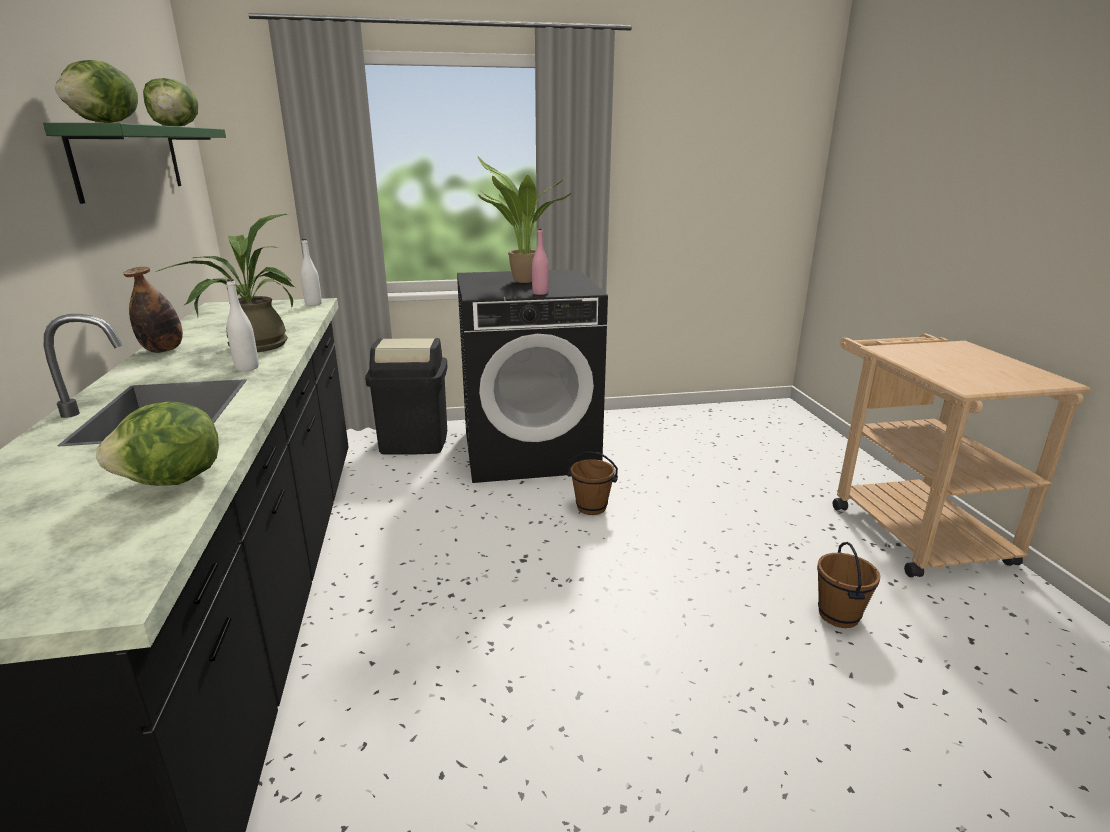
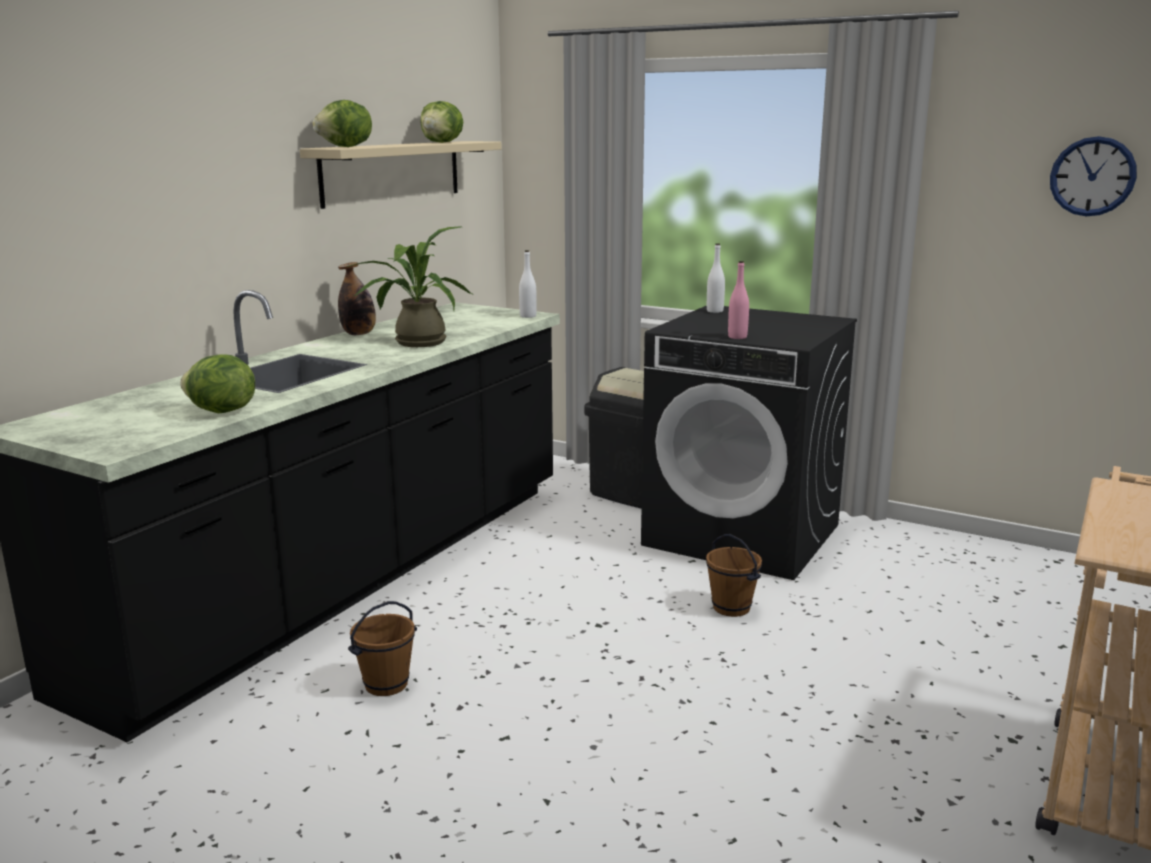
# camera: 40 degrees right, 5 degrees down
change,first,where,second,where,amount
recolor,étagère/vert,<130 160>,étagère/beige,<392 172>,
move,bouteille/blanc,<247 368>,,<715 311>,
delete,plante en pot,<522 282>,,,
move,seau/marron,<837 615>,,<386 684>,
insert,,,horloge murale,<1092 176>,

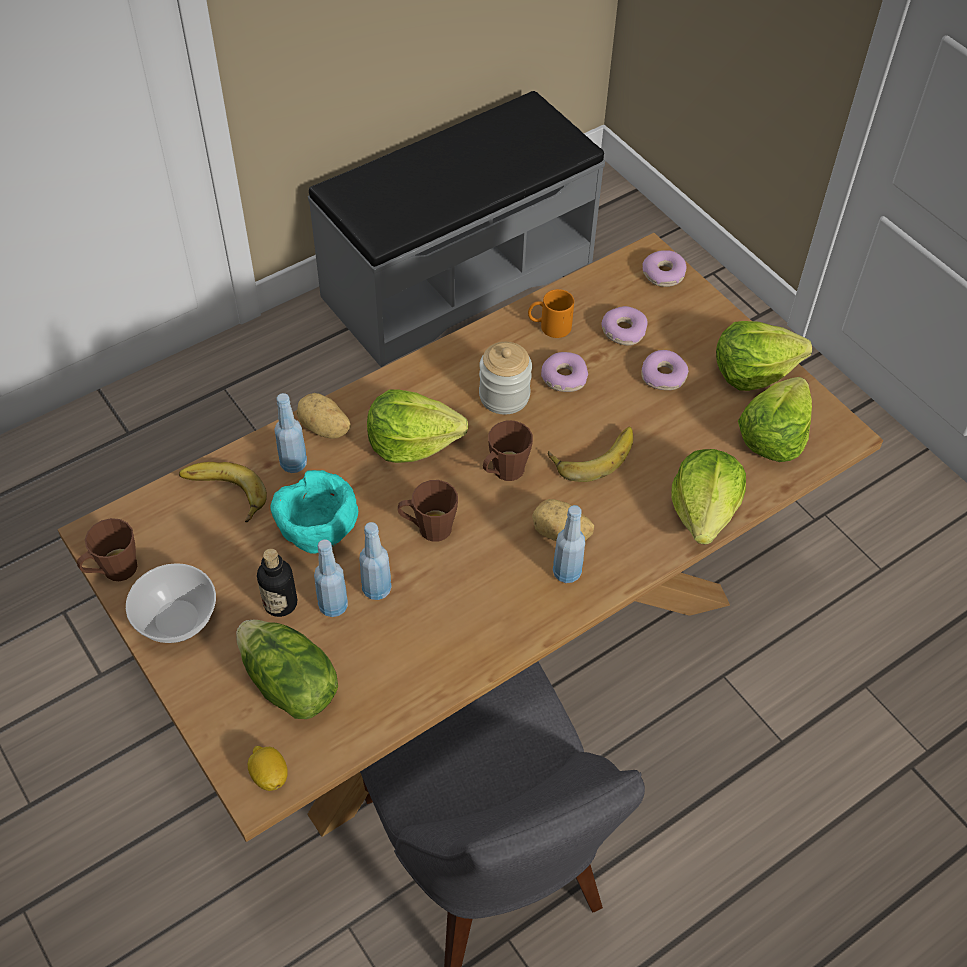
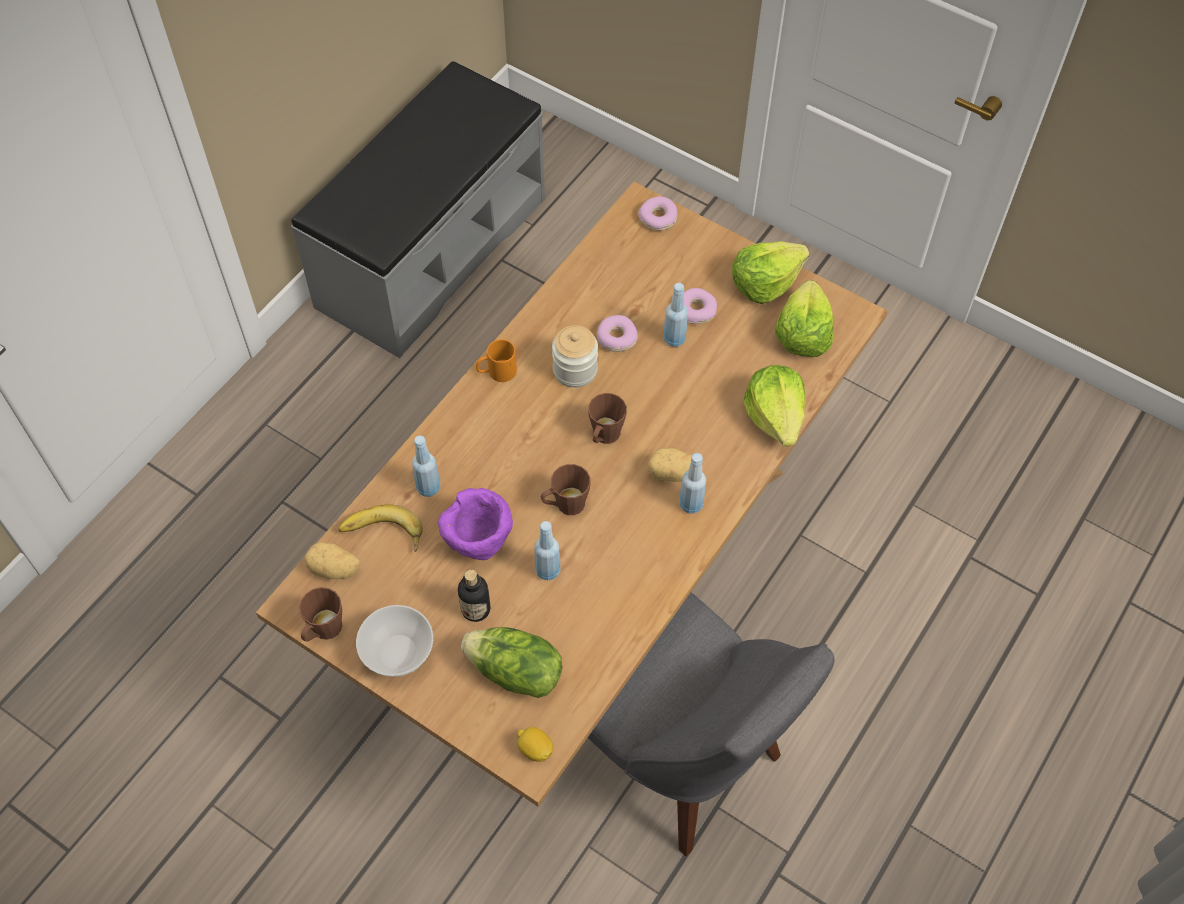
# camera: 20 degrees left, 5 degrees up
change,first,where,second,where,amount
recolor,bol/turquoise,<317 535>,bol/violet,<478 541>,
move,pomme de terre,<324 429>,,<334 570>,
move,bouteille/bleu,<333 606>,,<674 339>,
delete,laitue,<412 442>,,,
move,mug/orange,<549 327>,,<496 372>,
delete,banane,<592 454>,,,
delete,beignet,<623 331>,,,

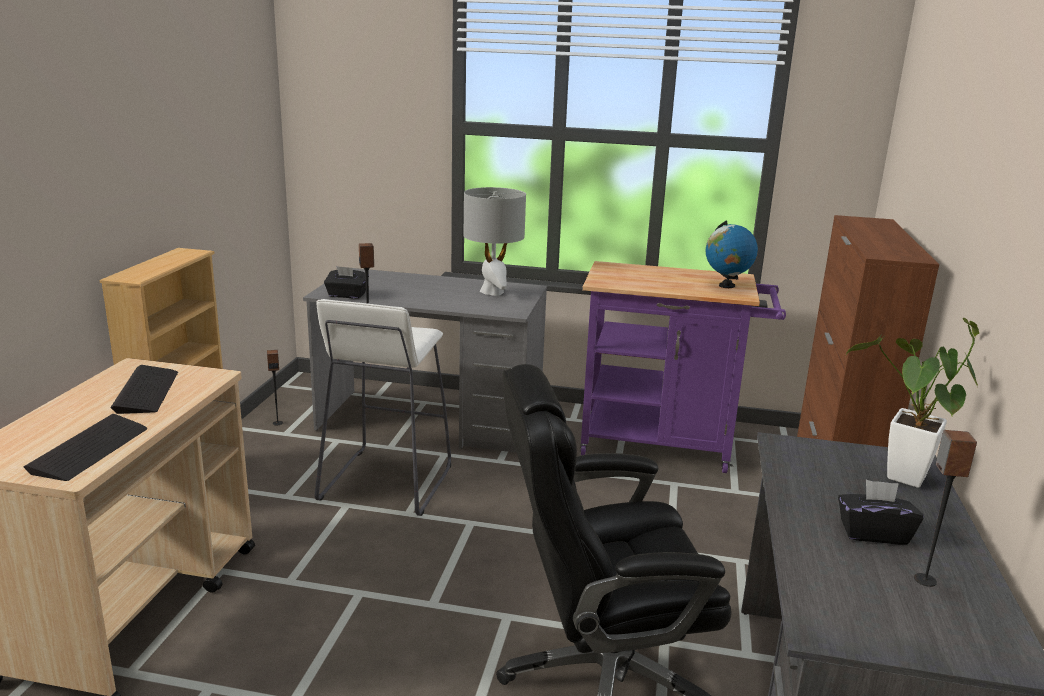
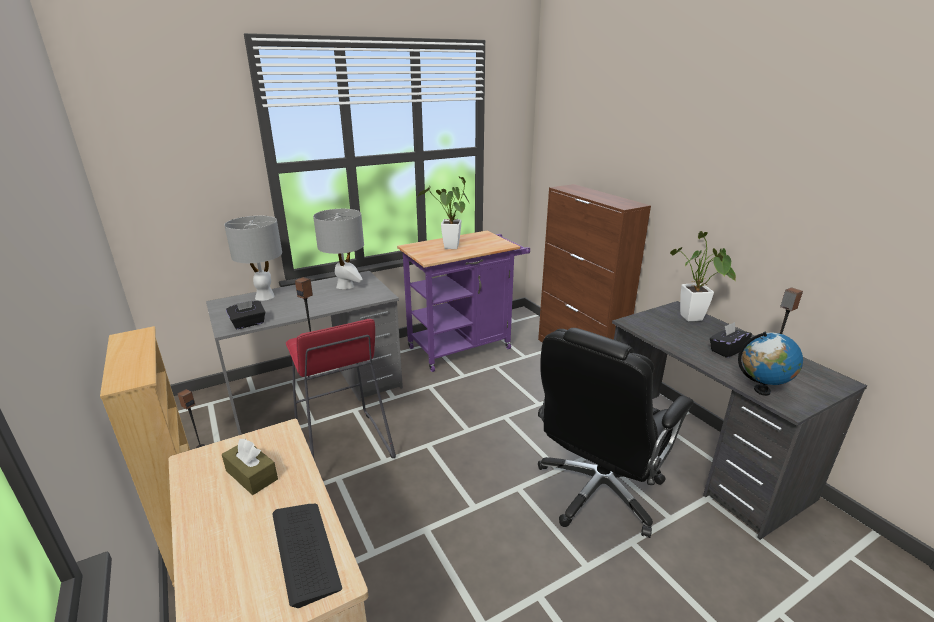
# camera: 40 degrees left, 5 degrees up
change,first,where,second,where,amount
replace,clavier,<146 391>,boîte à mouchoirs/marron,<251 475>,
recolor,tabouret/blanc,<385 482>,tabouret/rouge,<343 448>,
move,globe,<726 286>,,<761 391>,
insert,,,lampe de table/gris,<265 296>,
insert,,,plante en pot,<450 248>,

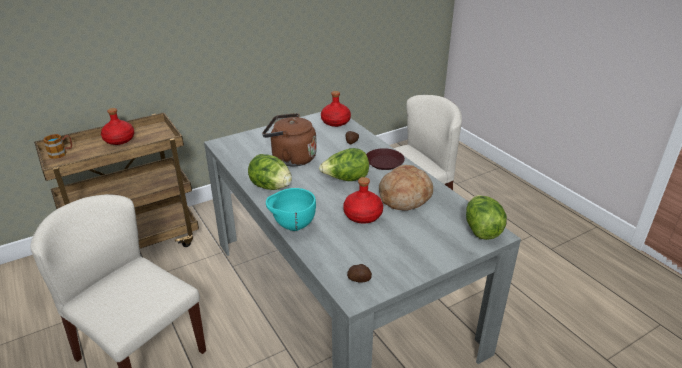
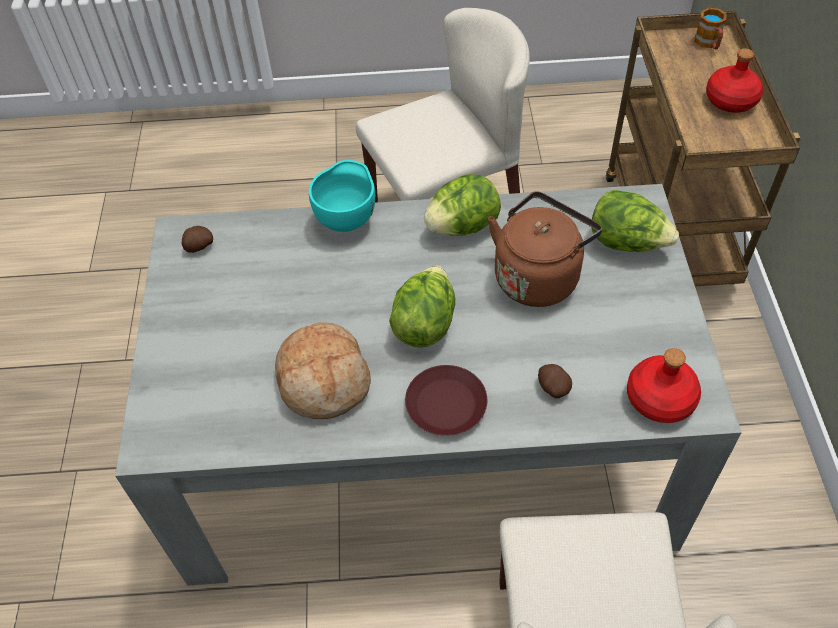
# camera: 120 degrees right, 20 degrees up
change,first,where,second,where,amount
delete,bouteille/rouge,<362 215>,,,
move,laitue,<481 230>,,<627 242>,

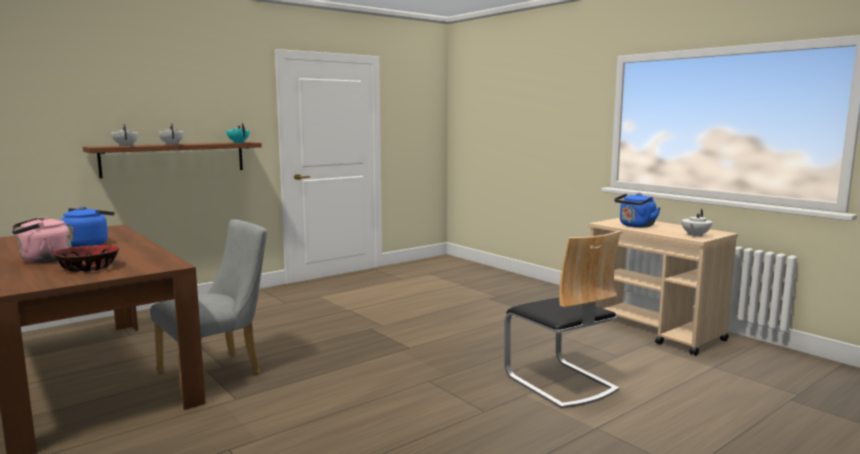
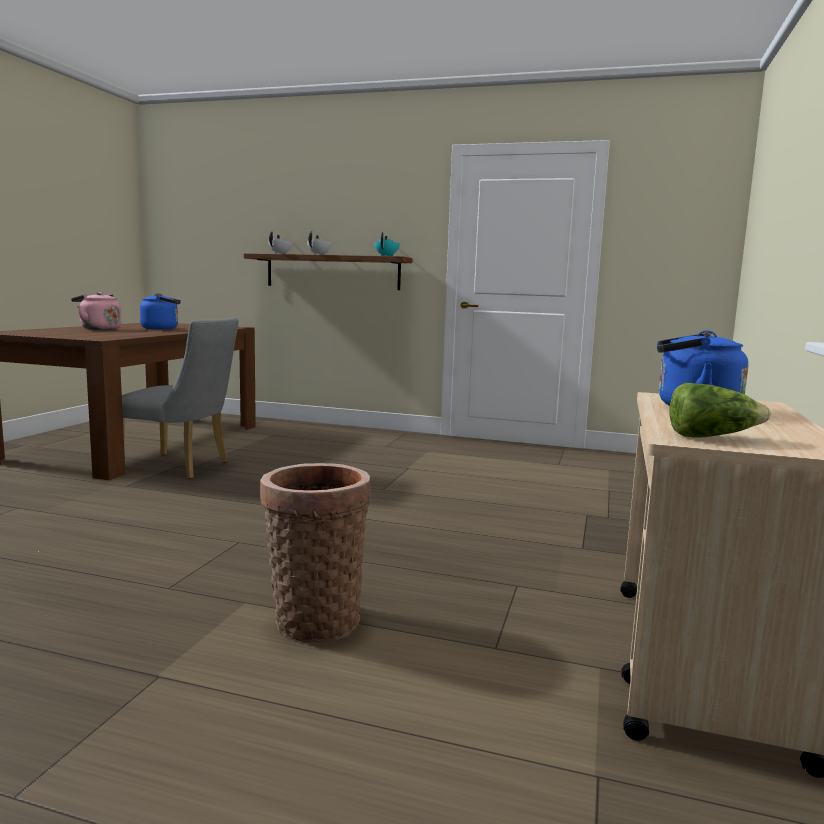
# camera: 55 degrees right, 0 degrees up
change,first,where,second,where,amount
delete,bol,<89 268>,,,
replace,chaise,<560 382>,panier,<315 618>,
replace,théière/blanc,<695 235>,laitue,<711 437>,

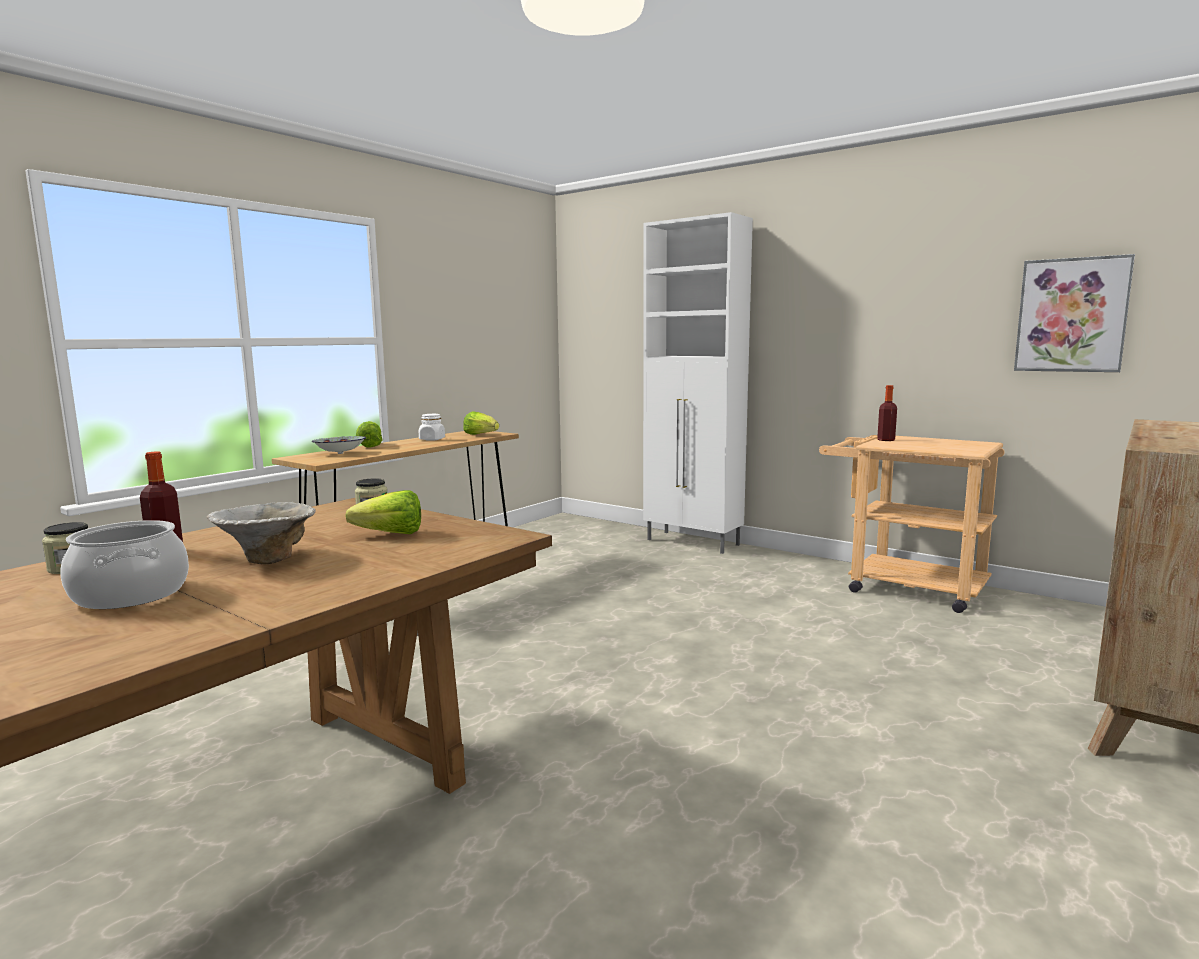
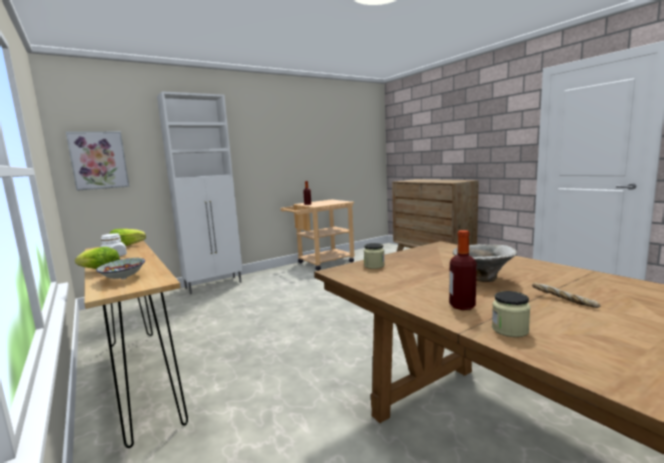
# camera: 70 degrees left, 0 degrees up
change,first,where,second,where,amount
replace,marmite,<131 594>,pain,<563 301>,
delete,laitue,<384 535>,,,
move,tableau,<1071 315>,,<98 160>,

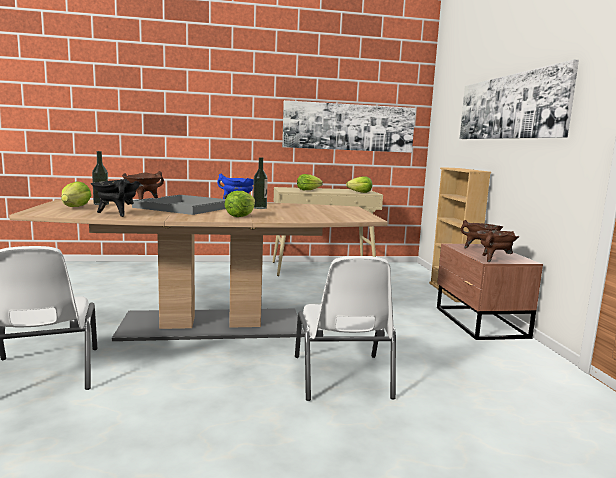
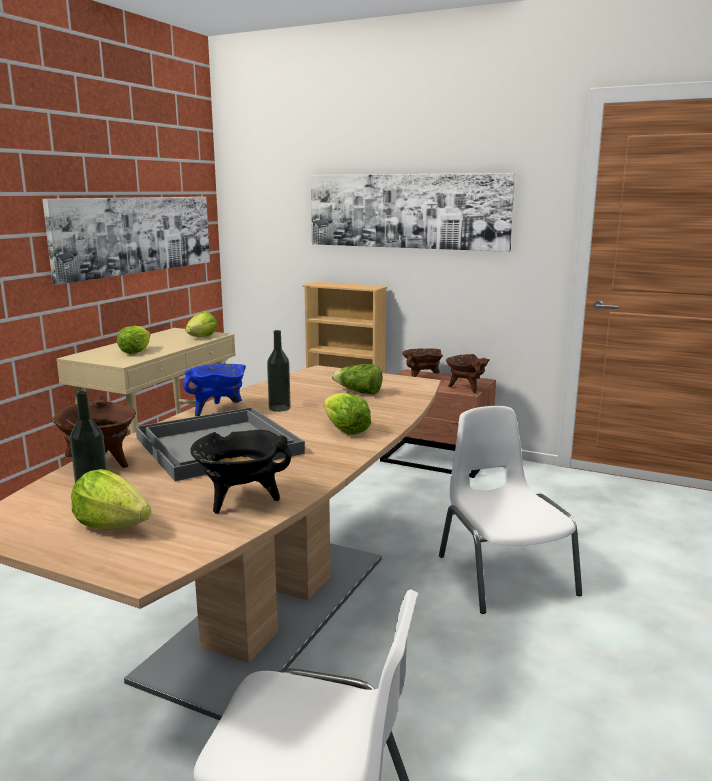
# camera: 55 degrees left, 5 degrees up
change,first,where,second,where,amount
rotate,chaise/blanc,<342 377>,,<504 574>,135 degrees counterclockwise
insert,,,laitue,<358 392>,

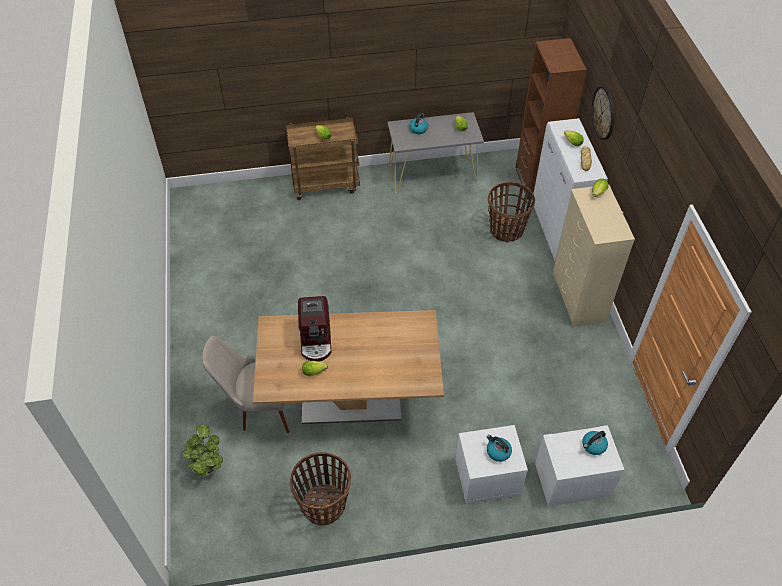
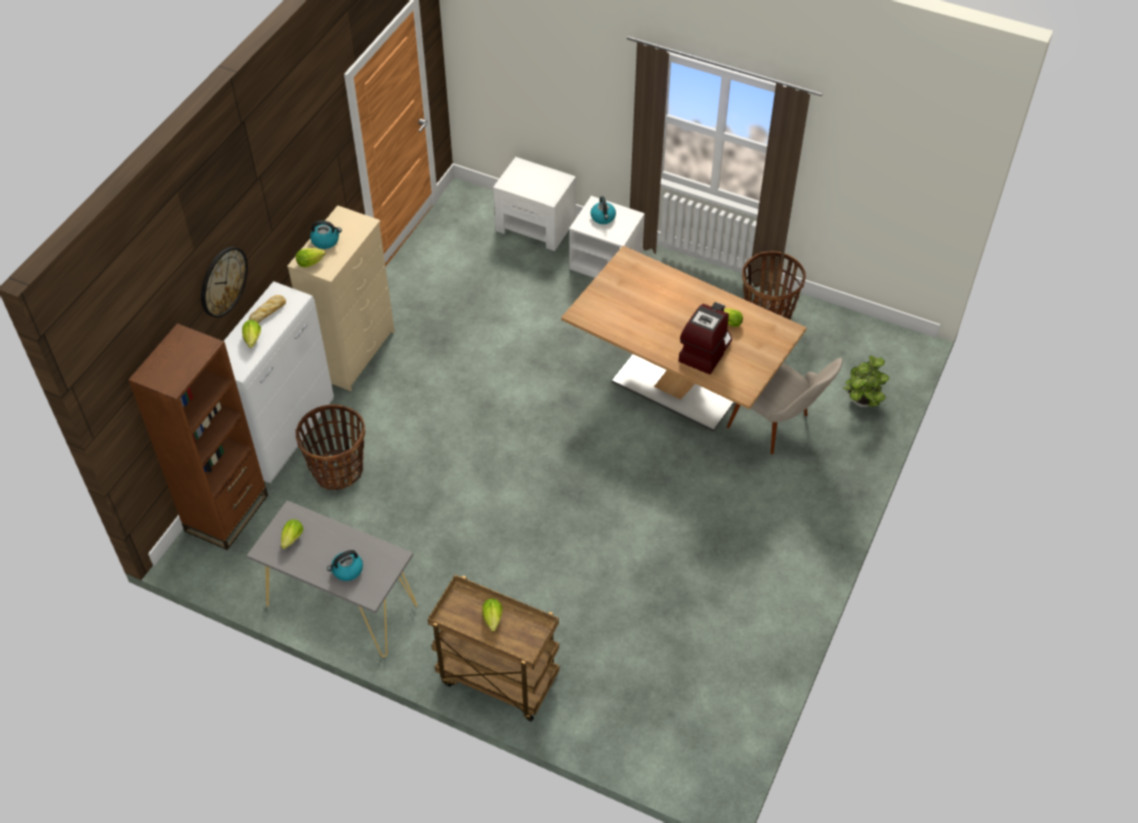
# camera: 145 degrees left, 0 degrees up
change,first,where,second,where,amount
move,bouilloire,<593 446>,,<326 241>,

